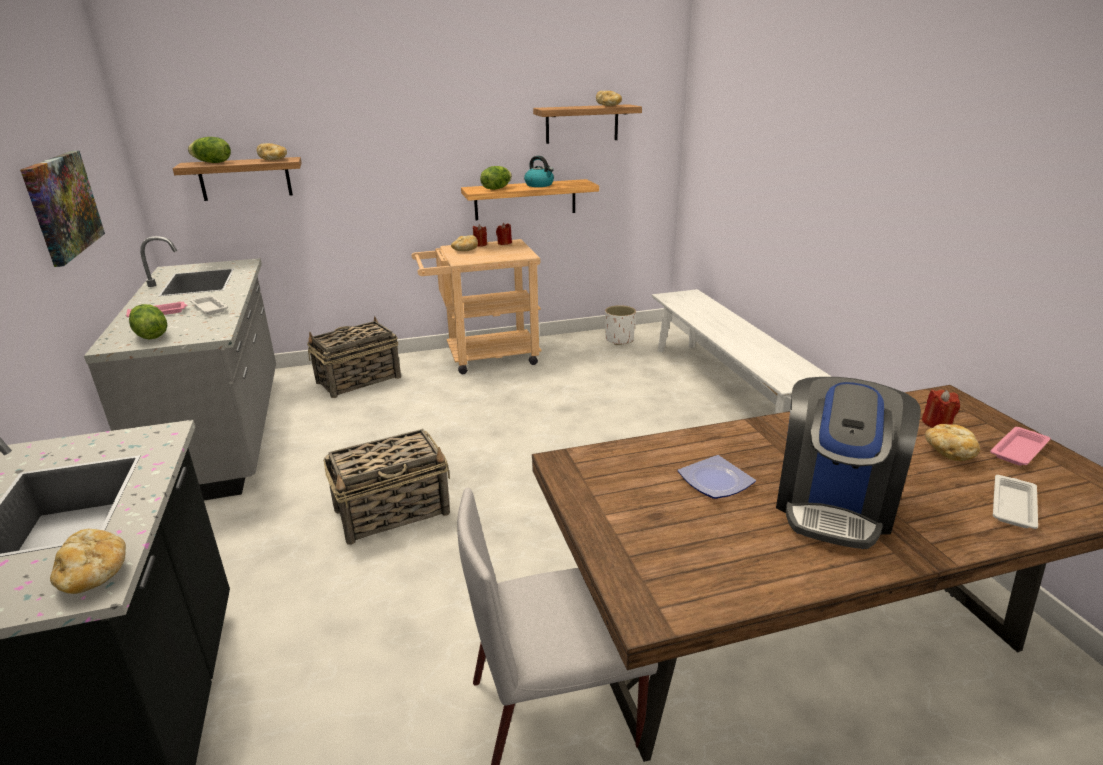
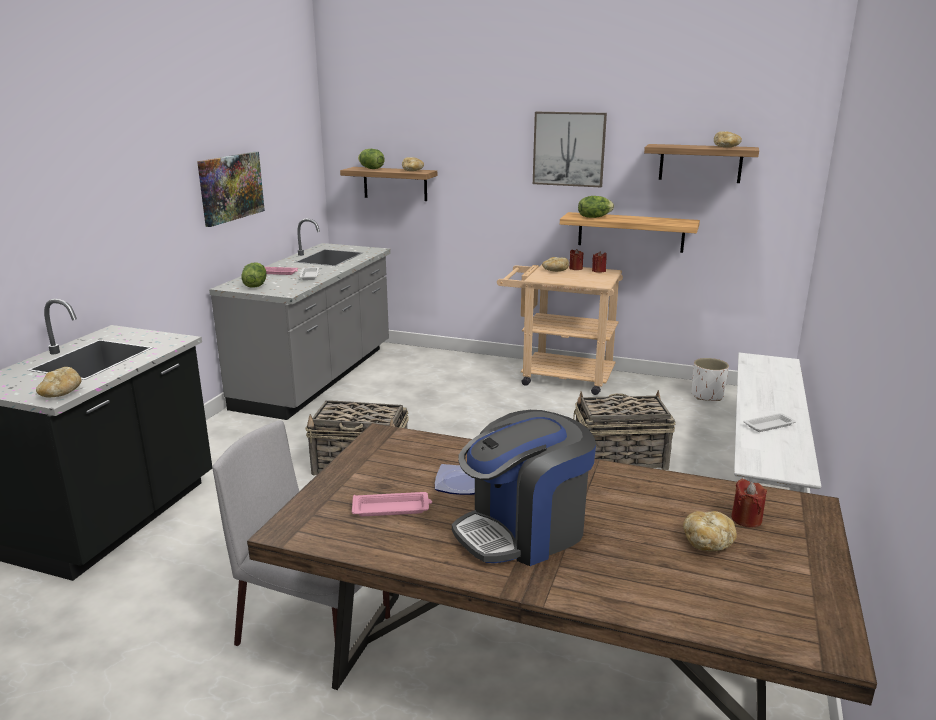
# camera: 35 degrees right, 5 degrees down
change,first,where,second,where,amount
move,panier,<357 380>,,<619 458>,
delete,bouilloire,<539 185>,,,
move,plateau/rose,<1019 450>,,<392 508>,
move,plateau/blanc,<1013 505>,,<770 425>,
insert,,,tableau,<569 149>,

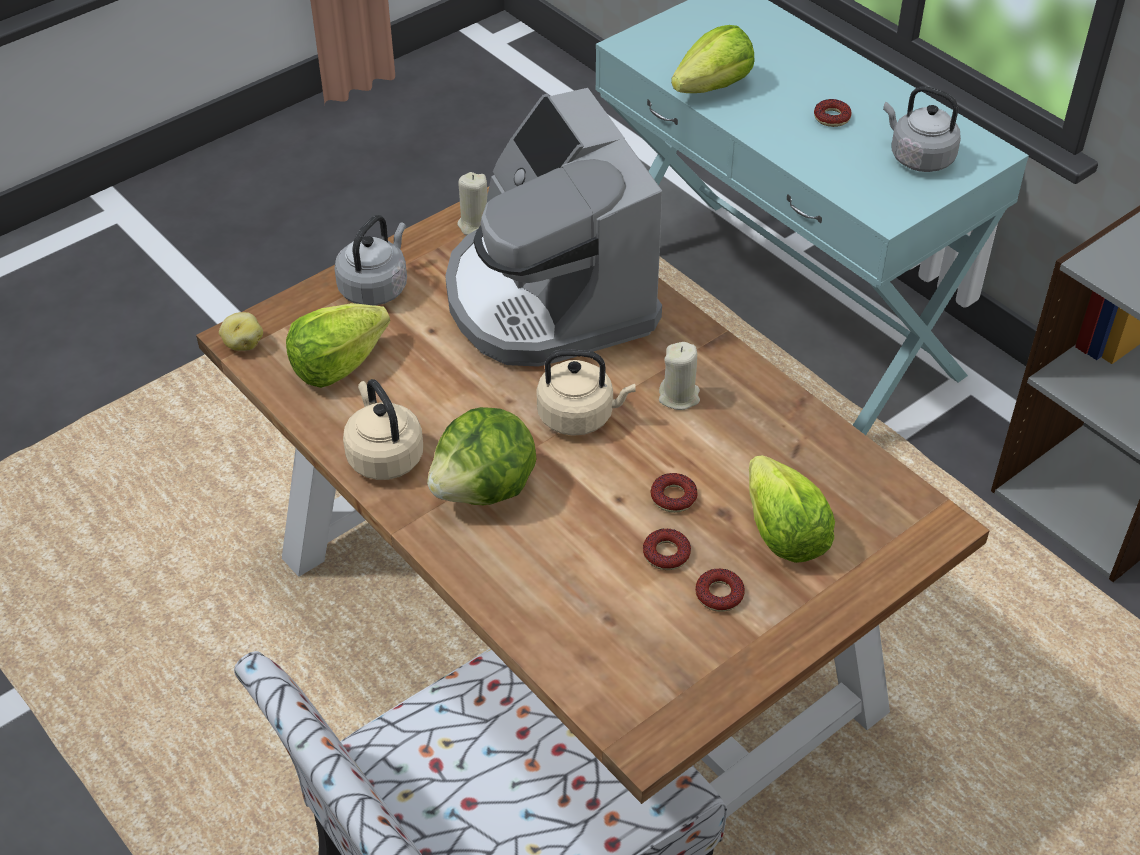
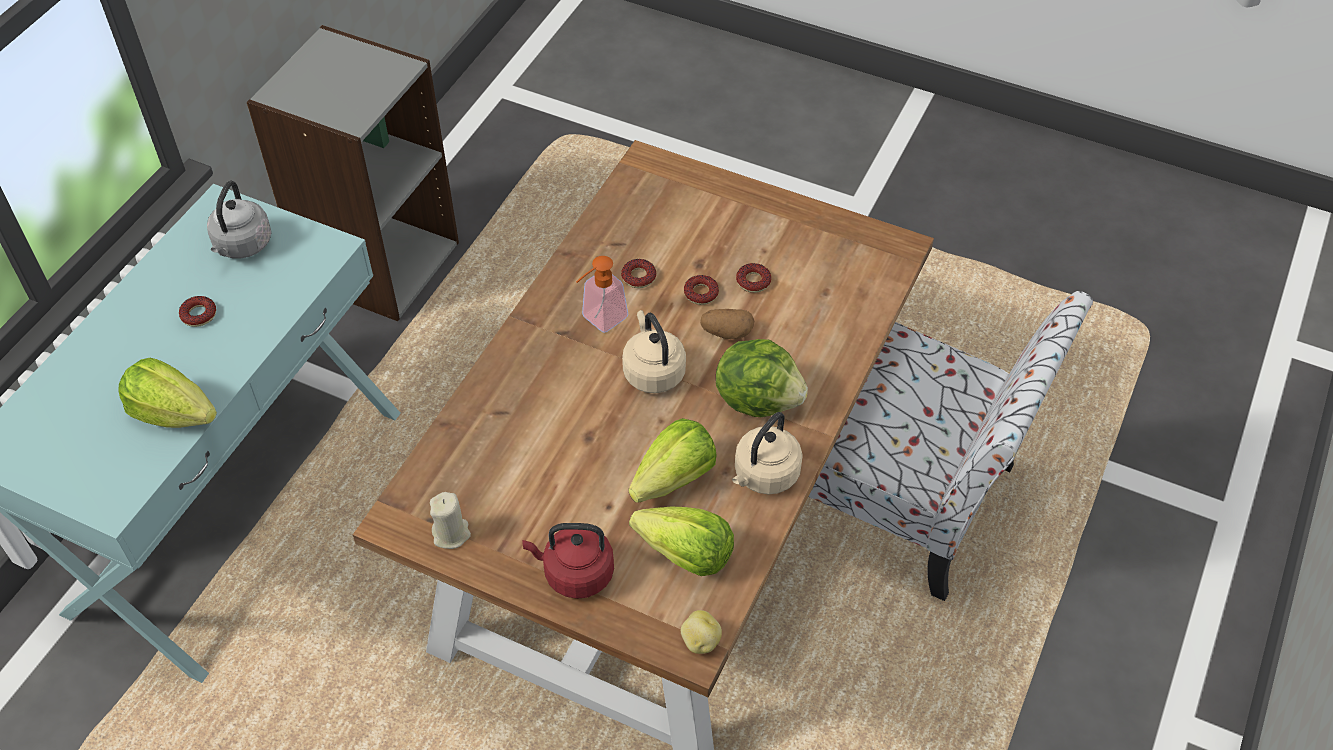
# camera: 115 degrees left, 5 degrees up
change,first,where,second,where,amount
recolor,bouilloire/gris,<375 287>,bouilloire/rouge,<575 573>,
delete,machine à café,<548 297>,,,
replace,bougie/beige,<679 396>,distributeur de savon,<599 321>,
move,beignet,<719 594>,,<638 277>,
move,laitue,<782 533>,,<674 479>,
insert,,,pomme de terre,<726 333>,

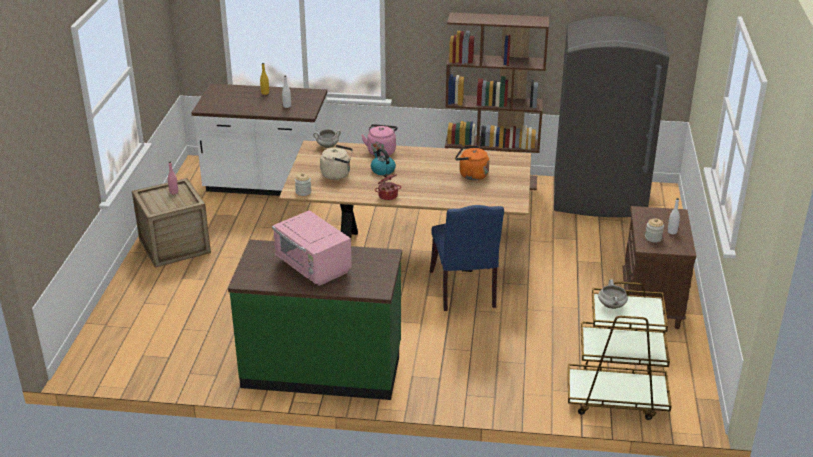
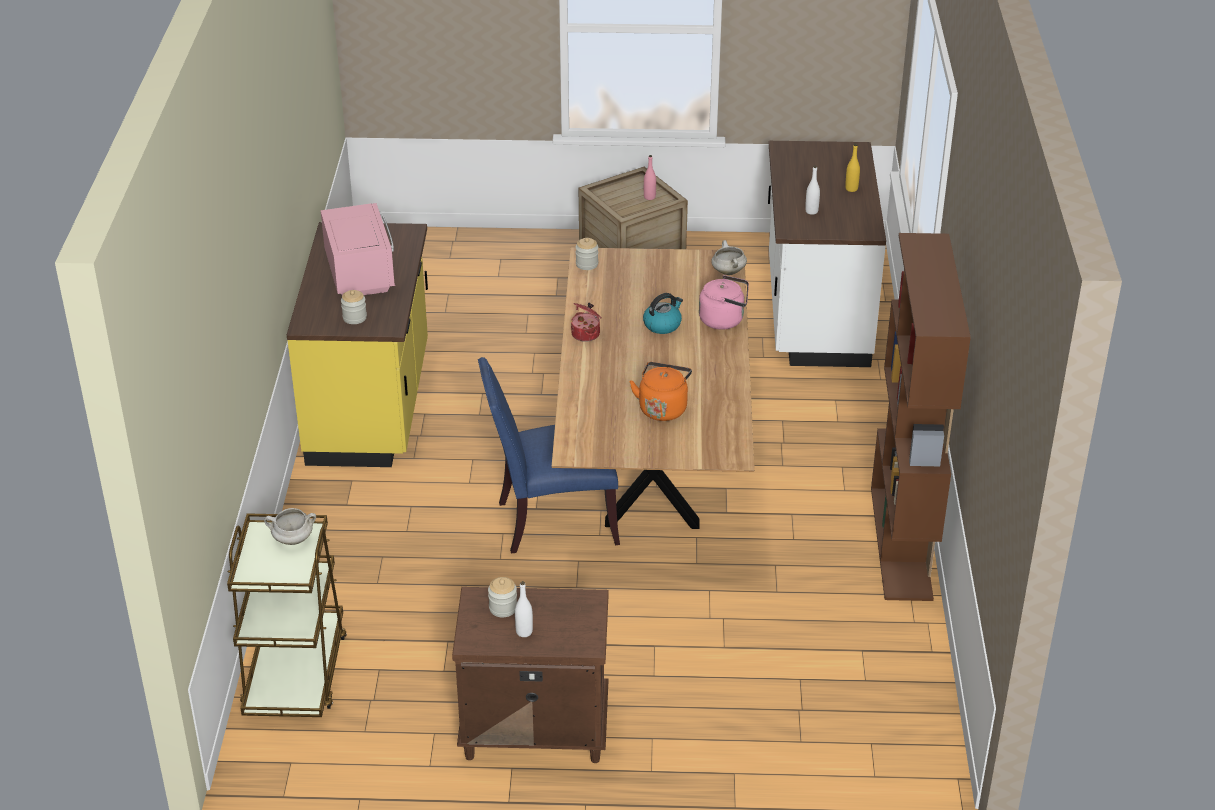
# camera: 85 degrees right, 5 degrees up
change,first,where,second,where,amount
recolor,comptoir de cuisine/vert,<322 367>,comptoir de cuisine/jaune,<371 406>,
rotate,micro-ondes/rose,<313 267>,,<360 273>,120 degrees clockwise
delete,bouilloire/beige,<337 174>,,,
delete,réfrigérateur/gris,<599 198>,,,
insert,,,bocal,<354 318>,

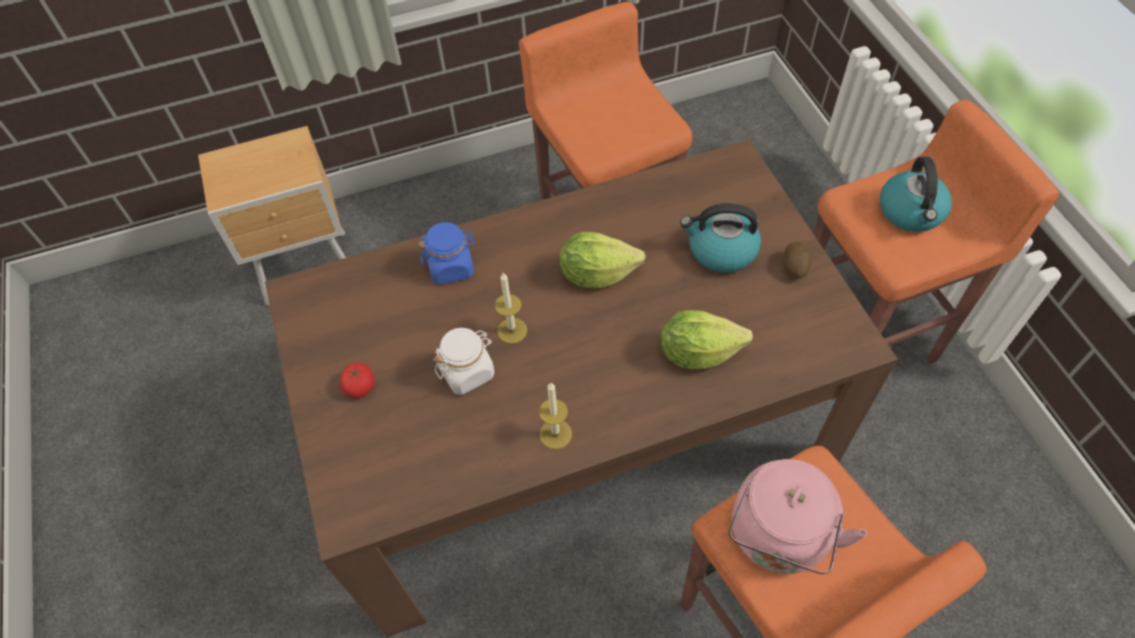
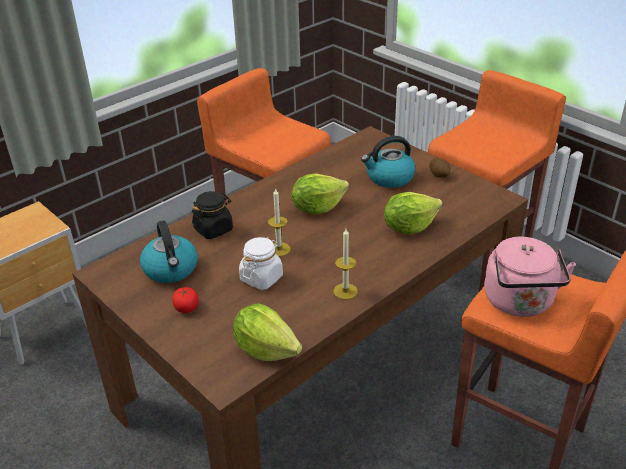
# camera: 25 degrees left, 20 degrees down
change,first,where,second,where,amount
recolor,bocal/bleu,<451 267>,bocal/noir,<213 229>,
move,bouilloire,<911 212>,,<171 269>,
insert,,,laitue,<266 349>,

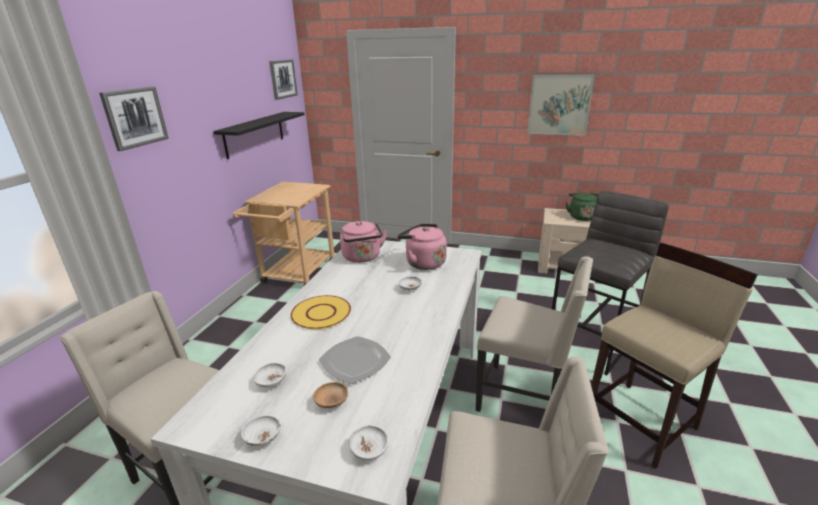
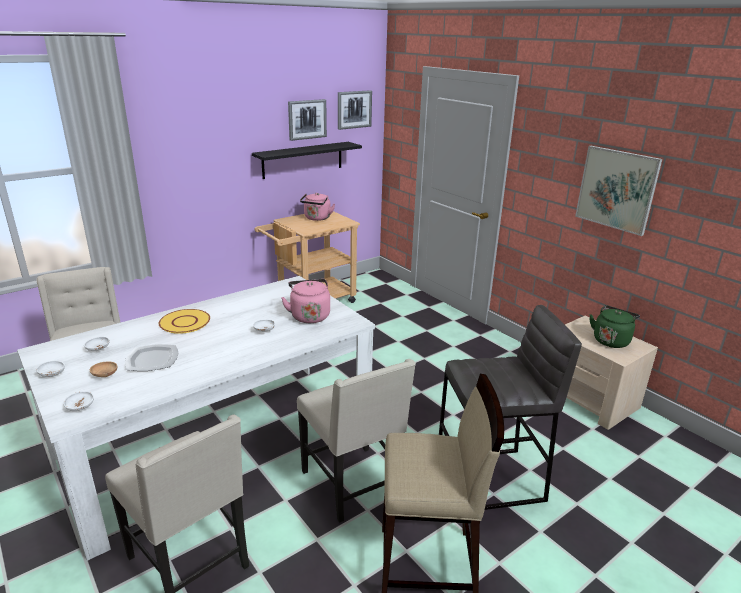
# camera: 35 degrees right, 0 degrees up
change,first,where,second,where,amount
move,tableau,<135 117>,,<307 119>,
move,bouilloire/rose,<362 258>,,<317 218>,

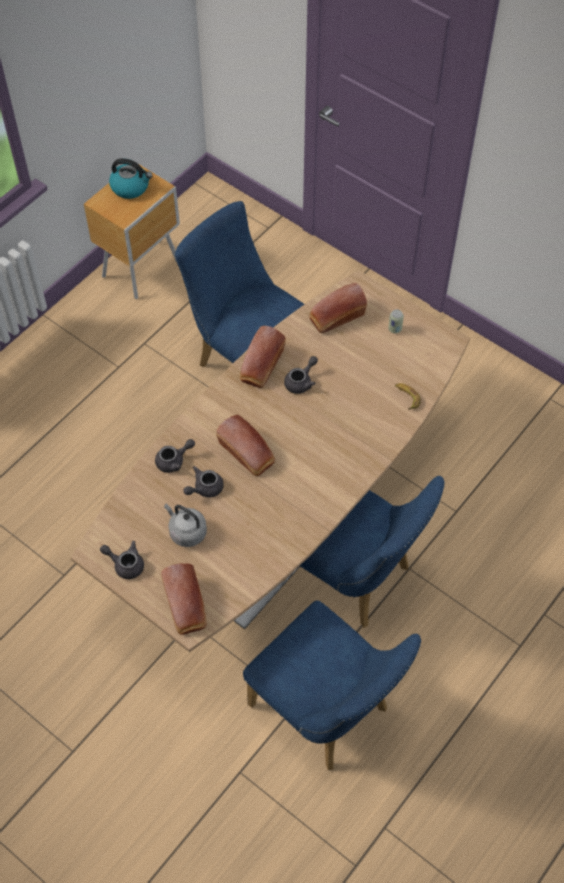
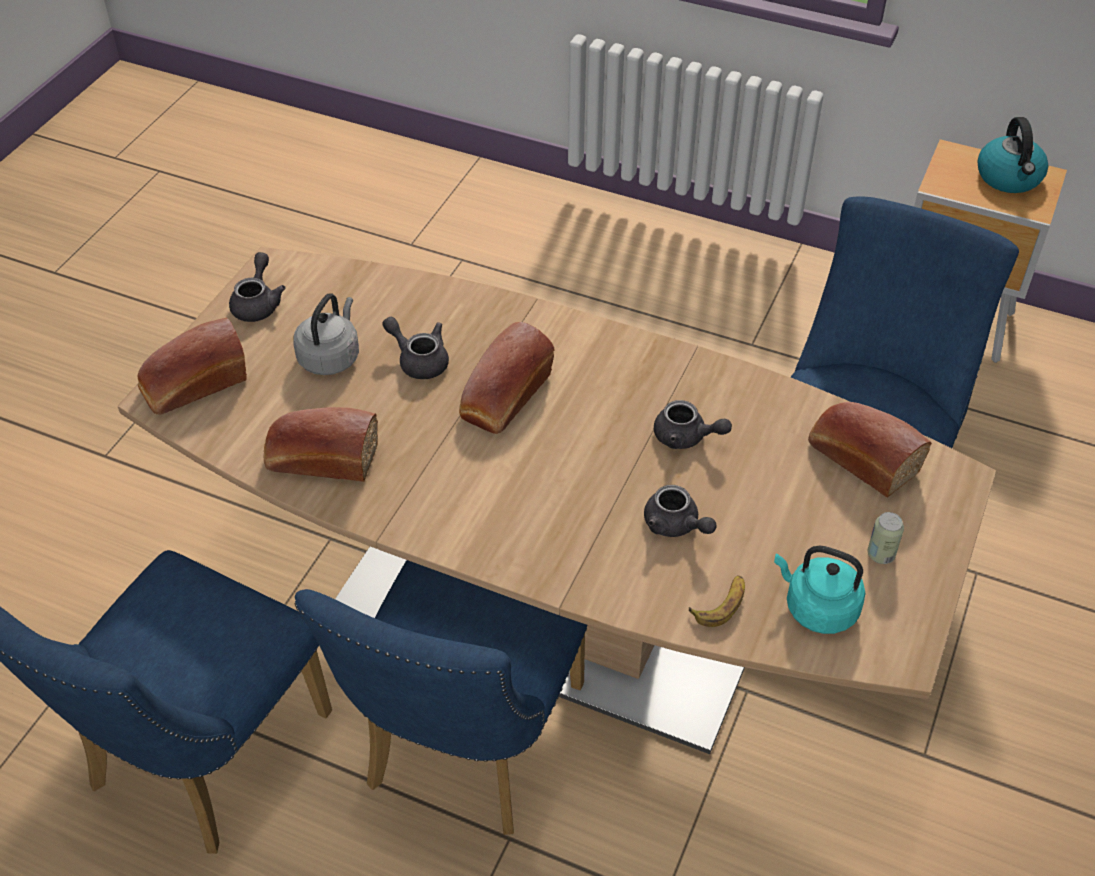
# camera: 75 degrees right, 10 degrees down
change,first,where,second,where,amount
move,théière/gris,<174 461>,,<675 526>,
move,pain,<261 366>,,<320 459>,
insert,,,bouilloire/turquoise,<817 608>,

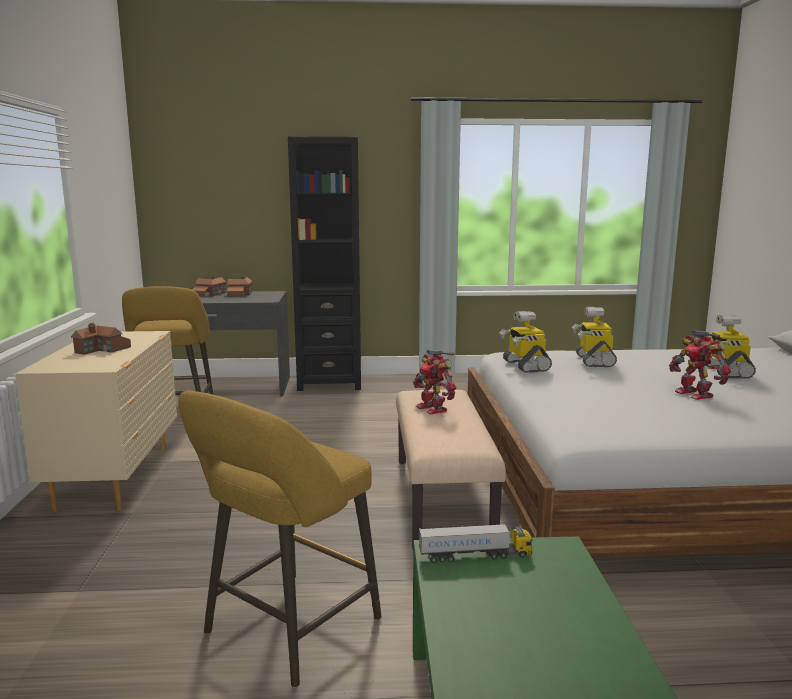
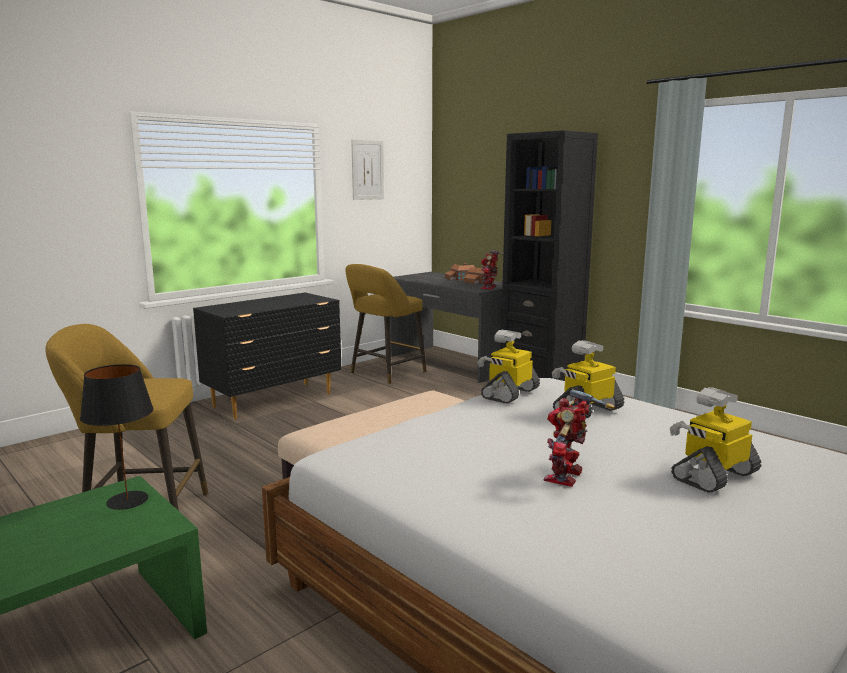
# camera: 50 degrees right, 0 degrees up
change,first,where,second,where,amount
recolor,commode/beige,<117 477>,commode/noir,<275 400>,
delete,maison miniature,<103 350>,,,
move,robot jouet,<433 408>,,<489 287>,
replace,camion jouet,<475 556>,lampe de table/noir,<127 500>,
insert,,,tableau,<367 170>,

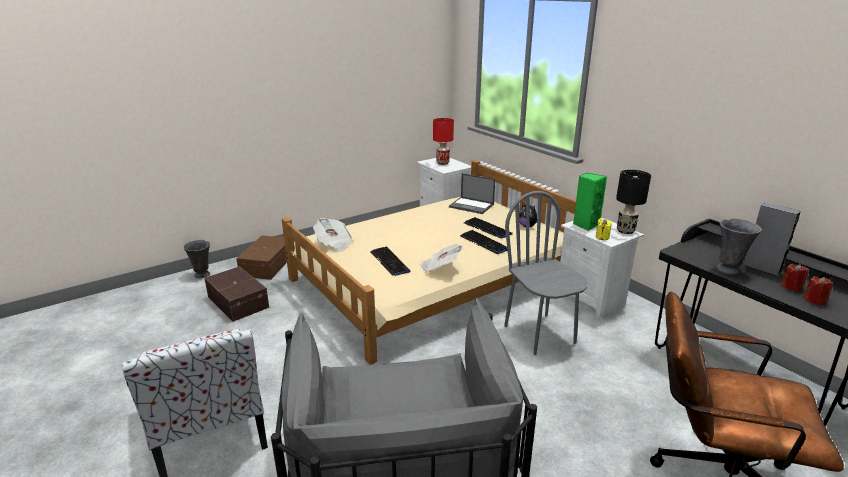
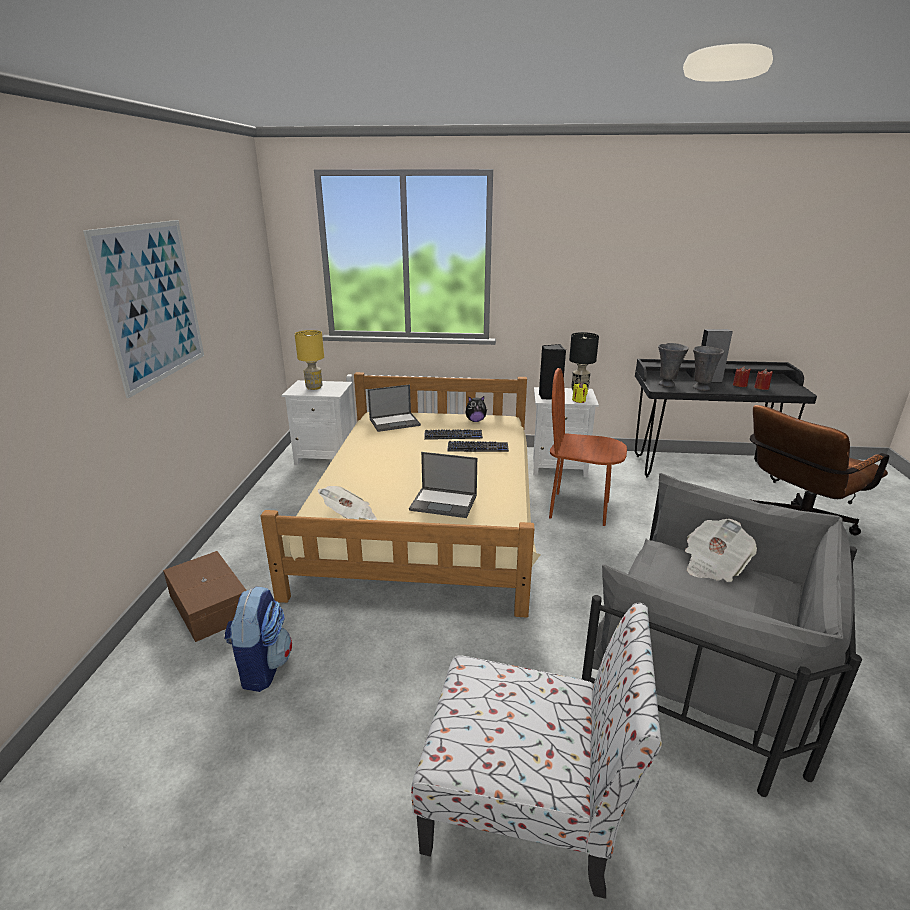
# camera: 50 degrees left, 0 degrees up
change,first,where,second,where,amount
move,vase/gris,<202 275>,,<667 384>,
replace,boîte de rangement/marron,<239 301>,sac à dos,<262 667>,
replace,clavier,<390 262>,ordinateur portable,<444 502>,
move,journal,<440 268>,,<713 565>,
recolor,lampe de table/rouge,<443 163>,lampe de table/jaune,<314 387>,
recolor,chaise/gris,<540 334>,chaise/marron,<579 509>,
recolor,enceinte/vert,<585 225>,enceinte/noir,<550 396>,
insert,,,tableau,<152 303>,

